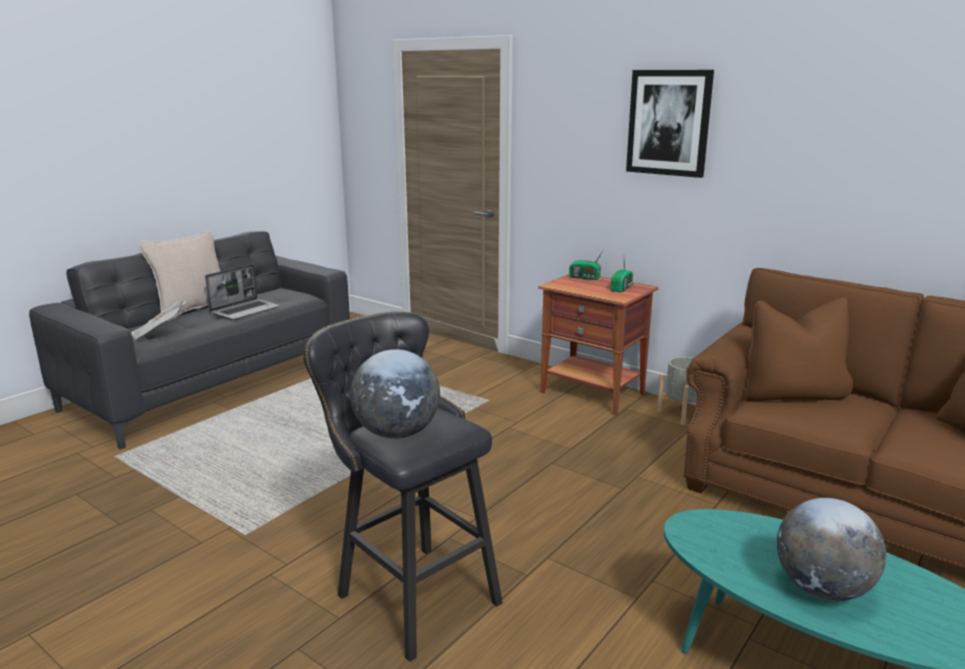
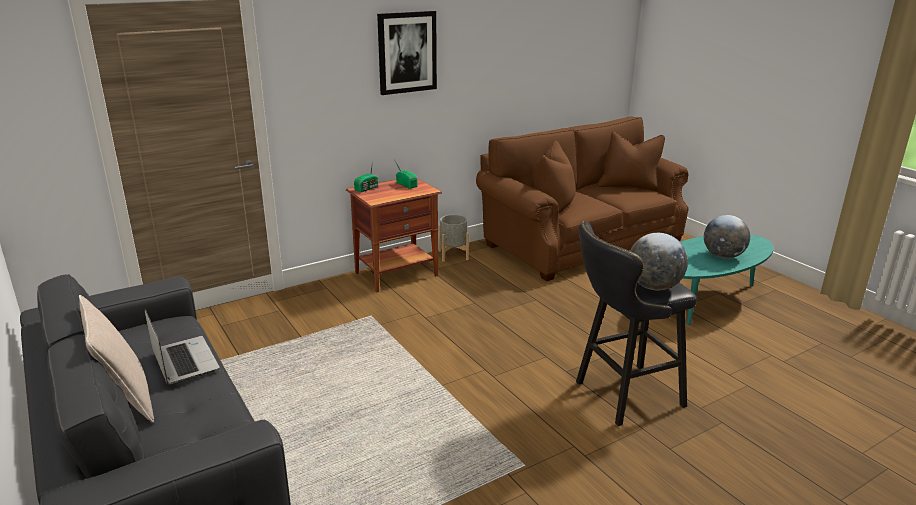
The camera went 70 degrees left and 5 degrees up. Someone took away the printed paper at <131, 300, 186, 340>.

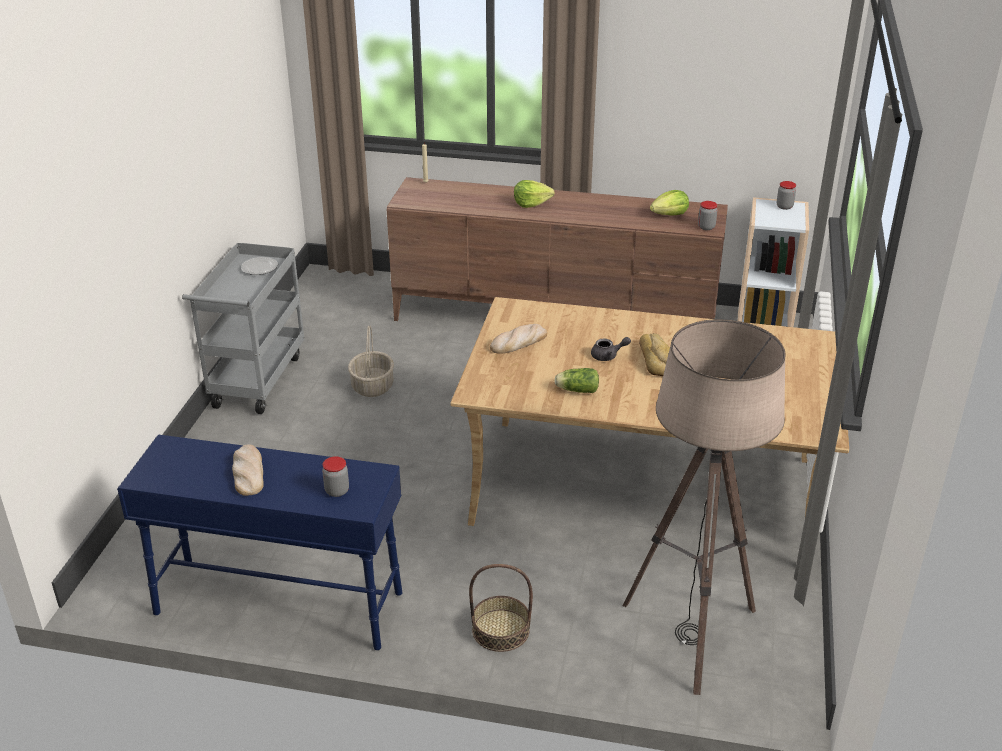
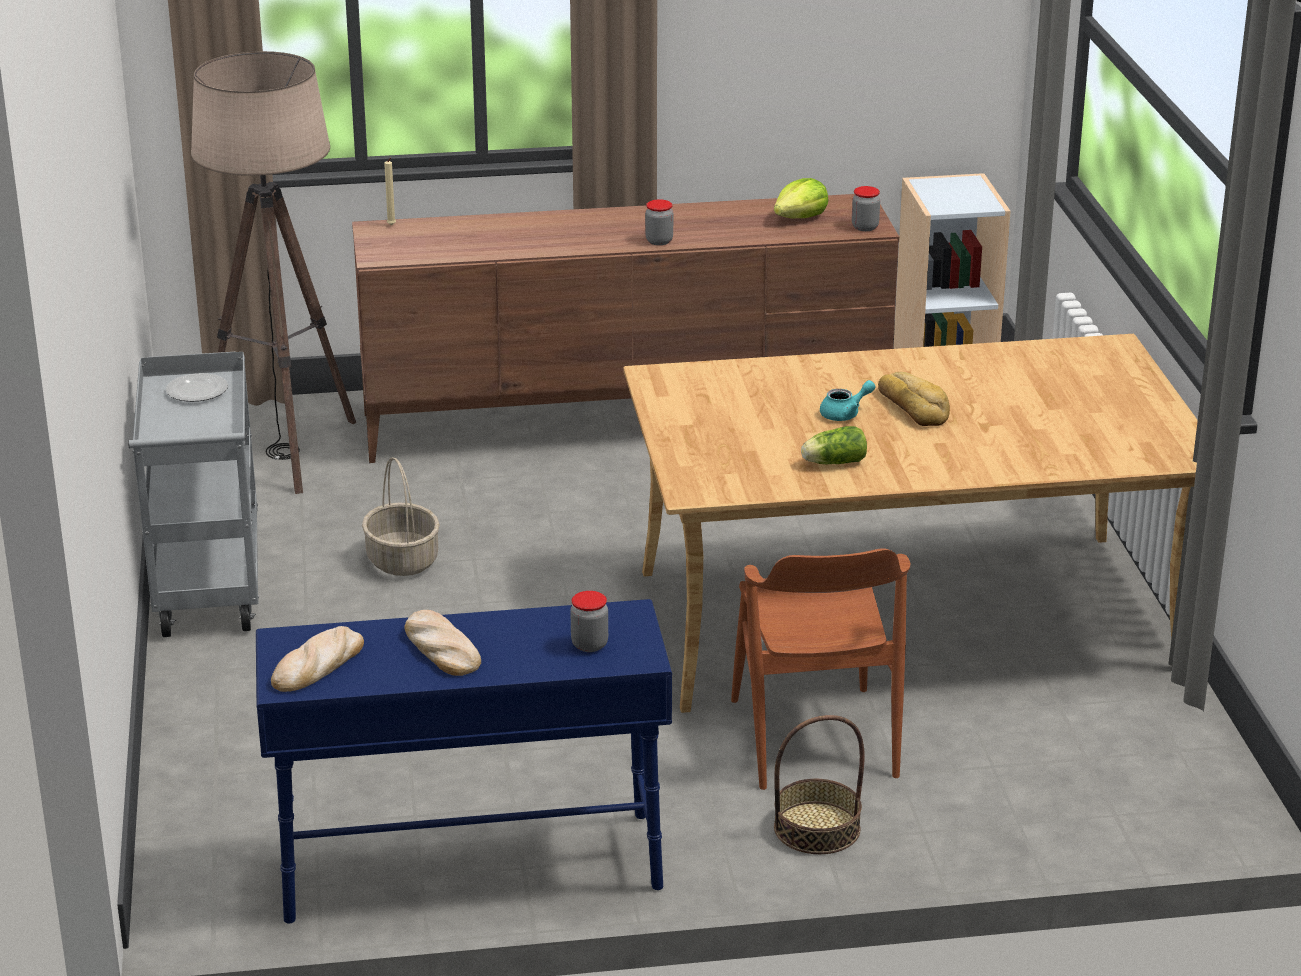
The camera went 20 degrees left and 5 degrees down. Someone carried the standard lamp from <623, 319, 785, 695> to <191, 51, 356, 494>. Someone carried the baked bread from <490, 324, 547, 354> to <271, 626, 364, 692>. Someone carried the preserve jar from <777, 181, 796, 210> to <645, 199, 673, 245>. Someone put down the plain chair (brownish) at <731, 548, 910, 790>. Someone repainted the tea pot (gray) at <591, 337, 631, 361>, which became the tea pot (turquoise-coloured) at <820, 380, 875, 421>. Someone took away the lettuce at <514, 180, 555, 208>.

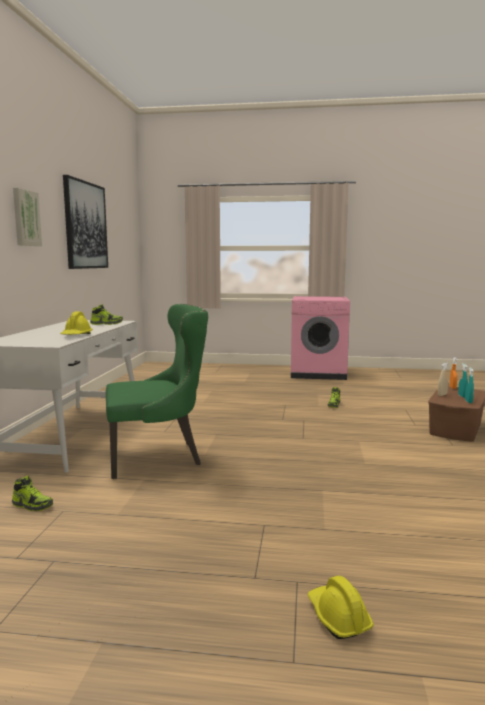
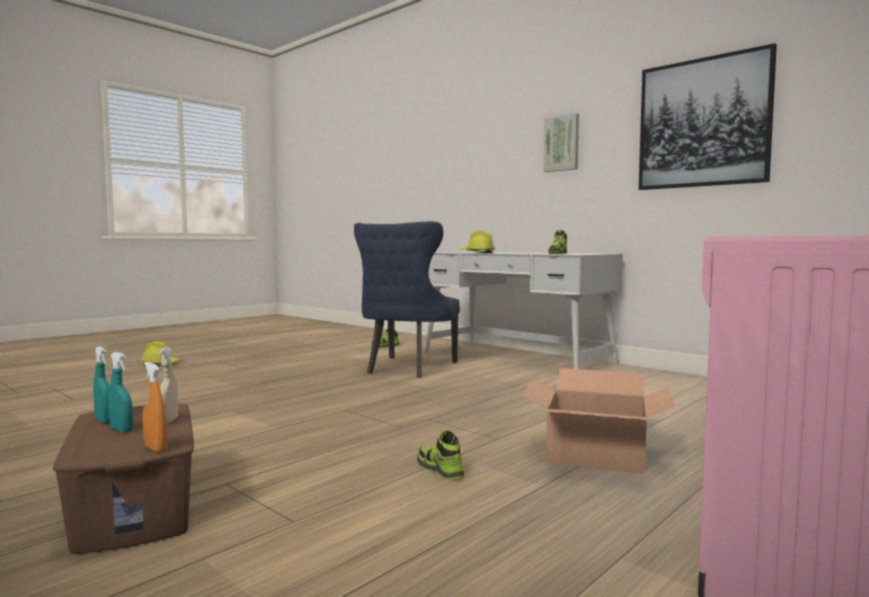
The camera went 125 degrees right and 5 degrees down. Someone repainted the plain chair (green) at <106, 304, 208, 479>, which became the plain chair (blue) at <354, 221, 460, 378>. Someone put down the carton at <522, 368, 675, 474>.

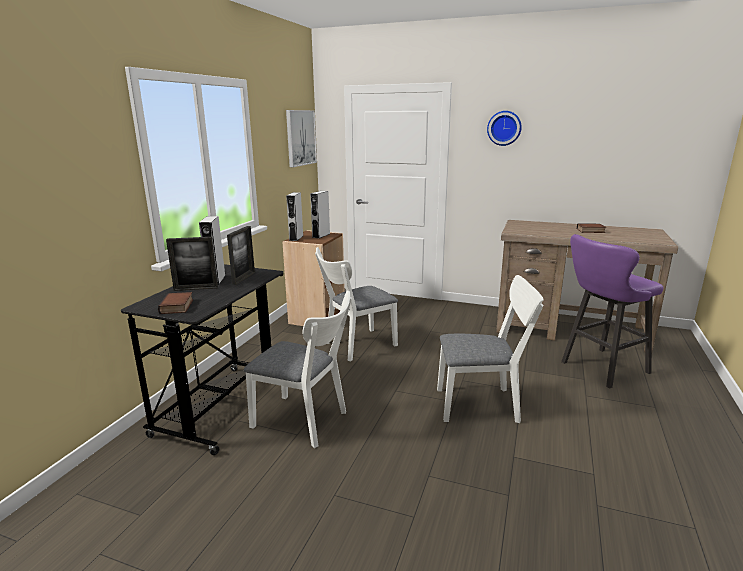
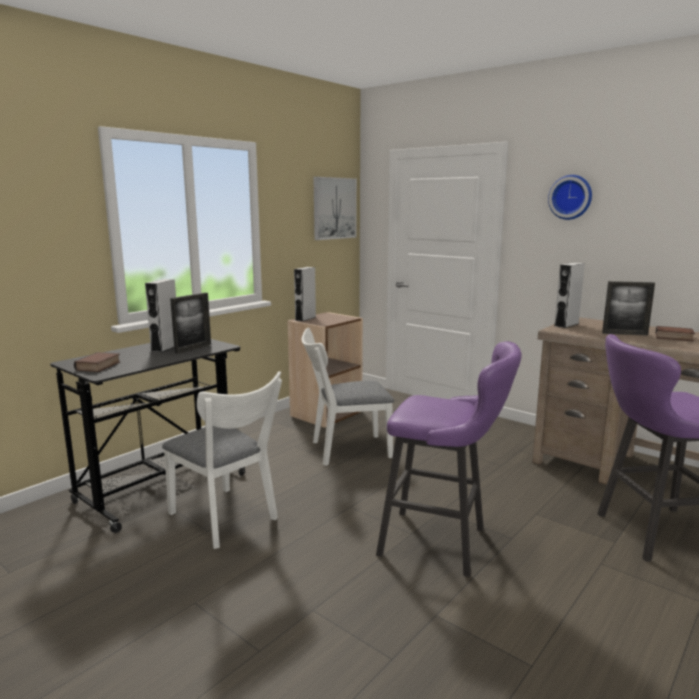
The camera went 20 degrees right and 5 degrees down. Someone swapped the plain chair (white) at <437, 275, 544, 423> for the stool seat (purple) at <376, 341, 522, 577>. Someone carried the audio speaker (gray) from <310, 191, 330, 238> to <554, 263, 585, 328>. Someone carried the photo frame from <166, 237, 218, 291> to <602, 281, 655, 336>.

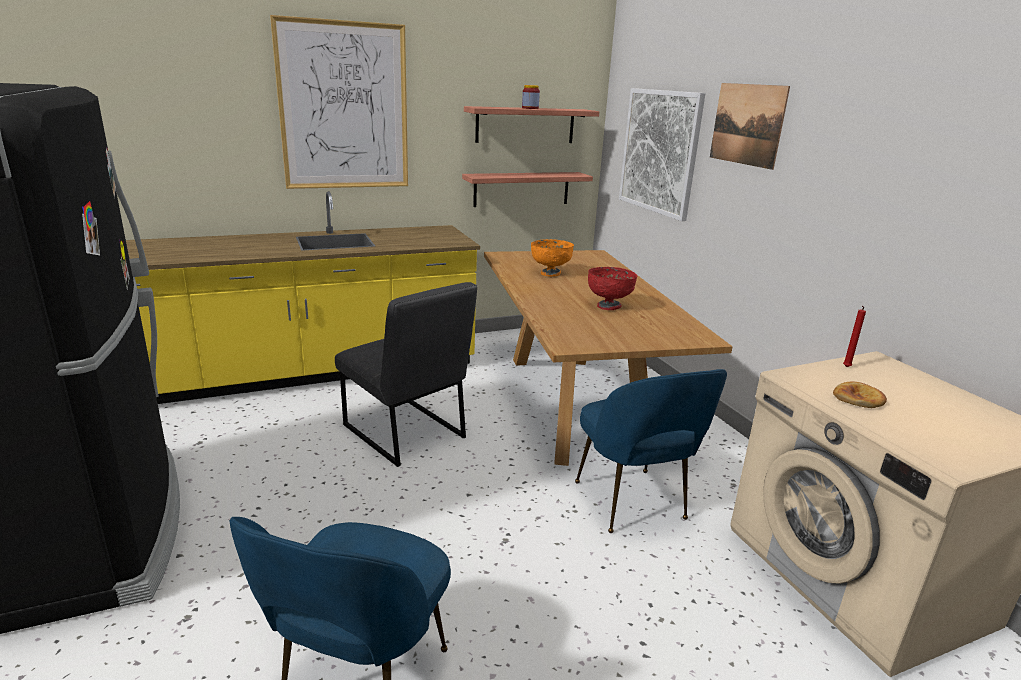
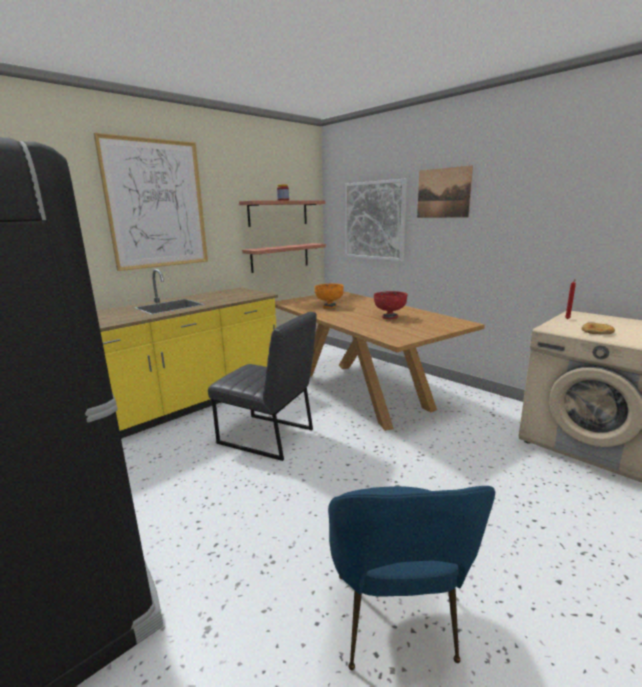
The camera went 20 degrees left and 5 degrees down. Someone took away the plain chair (blue) at <575, 369, 727, 533>.

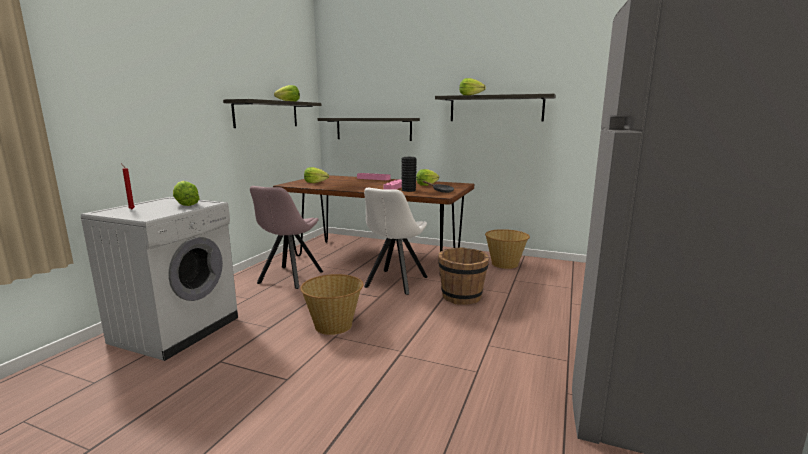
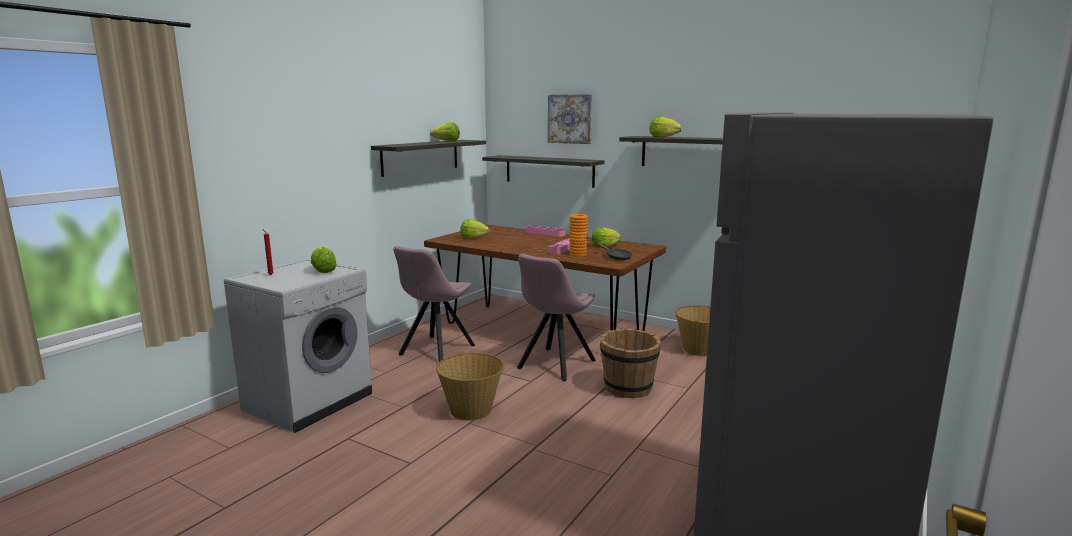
The camera went 10 degrees right and 0 degrees up. Someone repainted the plain chair (white) at <364, 188, 427, 295>, which became the plain chair (pink-coloured) at <517, 254, 596, 381>. Someone put up the picture at <548, 94, 592, 144>. Someone repainted the flower vase (black) at <401, 157, 417, 192>, which became the flower vase (orange-coloured) at <569, 214, 588, 257>.

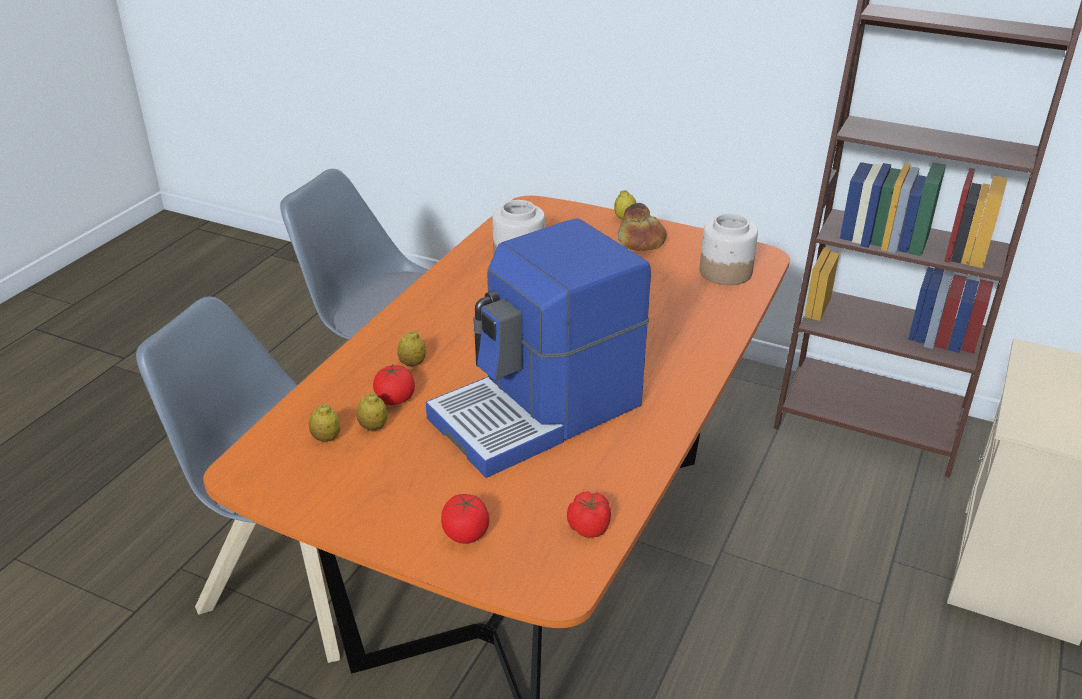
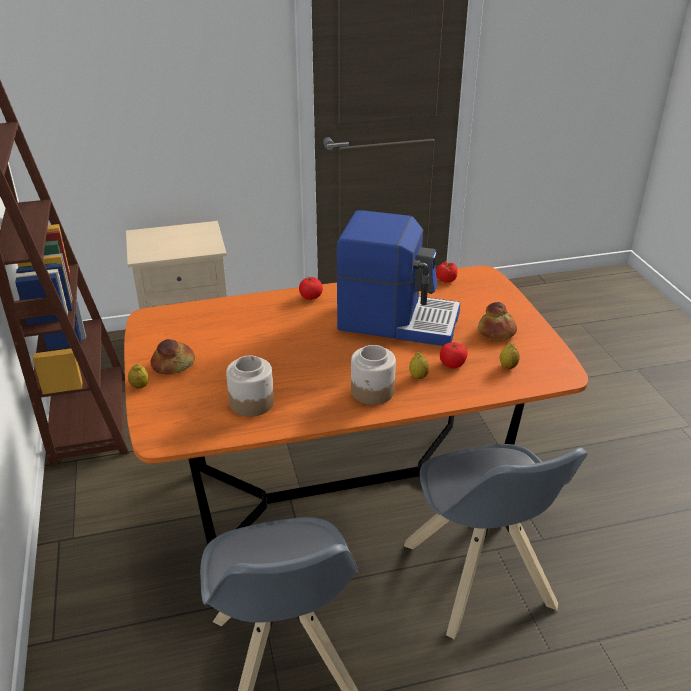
The camera went 130 degrees left and 0 degrees up. Someone carried the tomato from <441, 494, 489, 544> to <299, 276, 323, 300>. Someone carried the preserve jar from <700, 213, 758, 285> to <351, 345, 396, 405>. Someone put down the baked bread at <478, 302, 517, 340>. Someone took away the citrus fruit at <356, 393, 388, 430>.

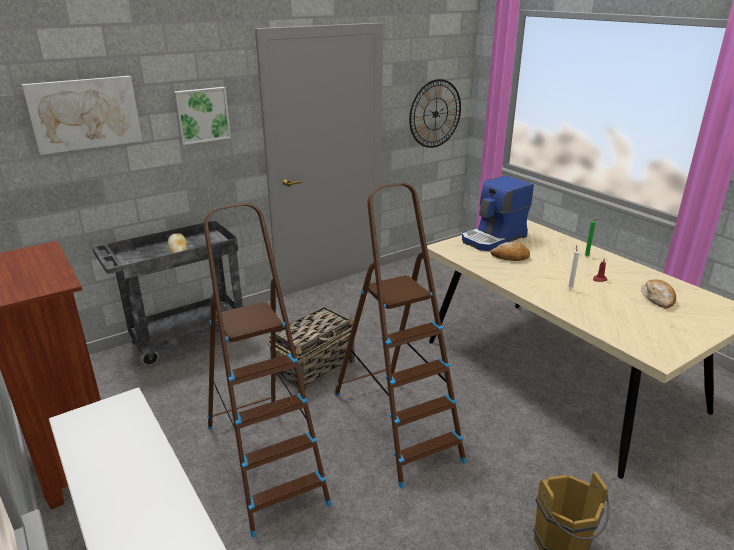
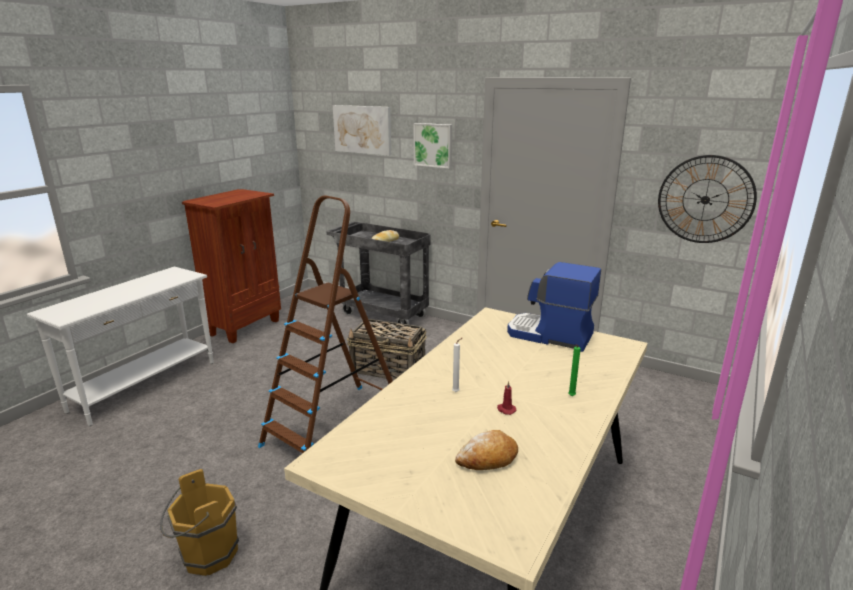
The camera went 65 degrees right and 5 degrees down. Someone took away the step ladder (brownish) at <204, 203, 332, 538>. Someone took away the baked bread at <490, 242, 530, 261>.

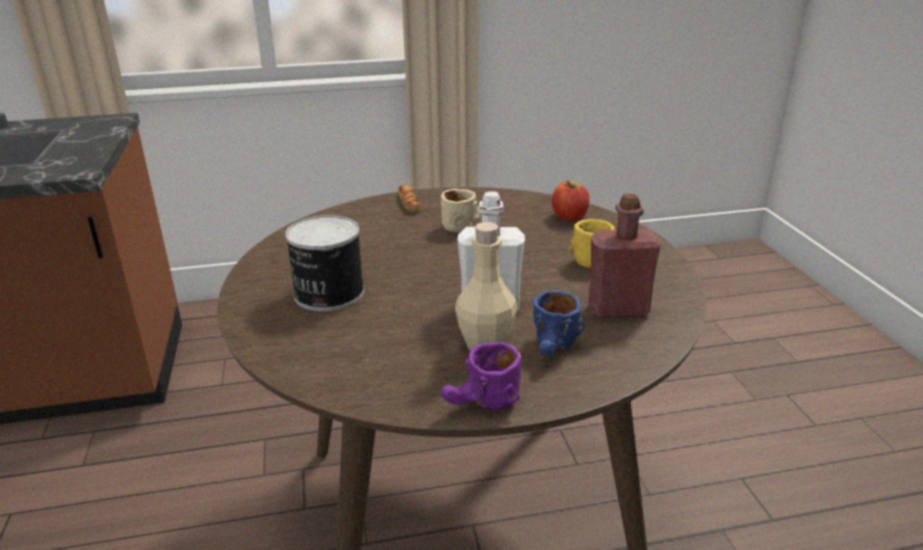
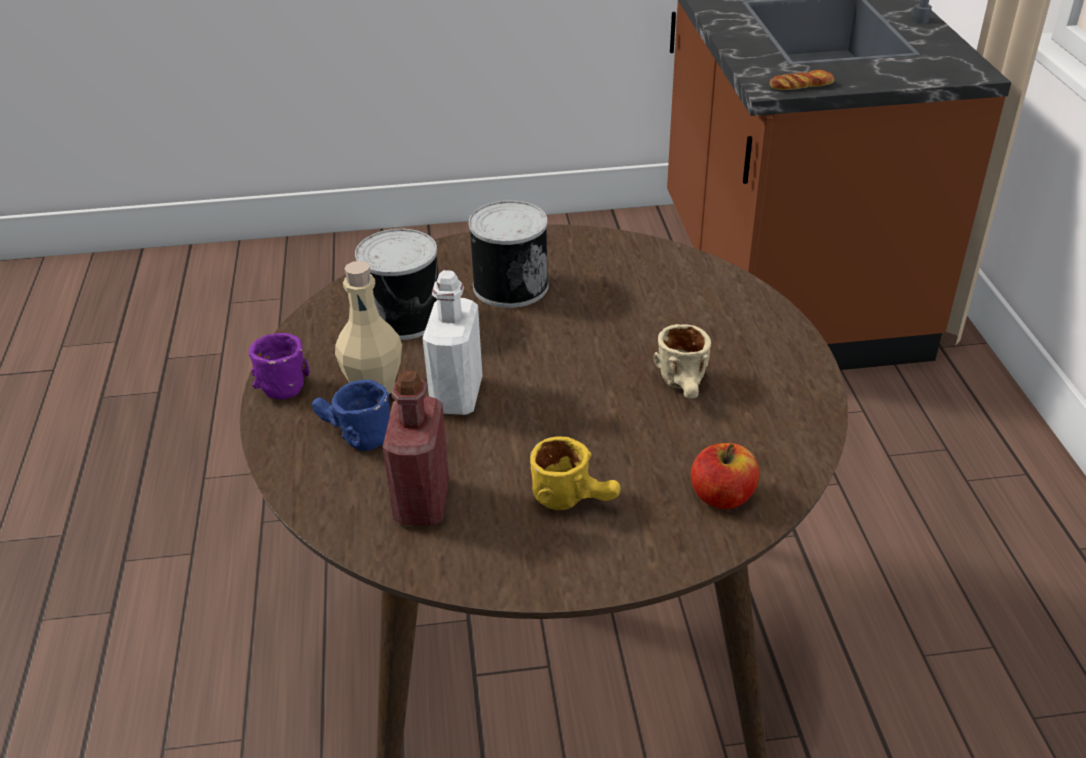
The camera went 95 degrees right and 10 degrees up. Someone put down the metal can at <355, 229, 438, 340>. Someone carried the baked bread from <398, 184, 421, 212> to <770, 70, 834, 90>.

